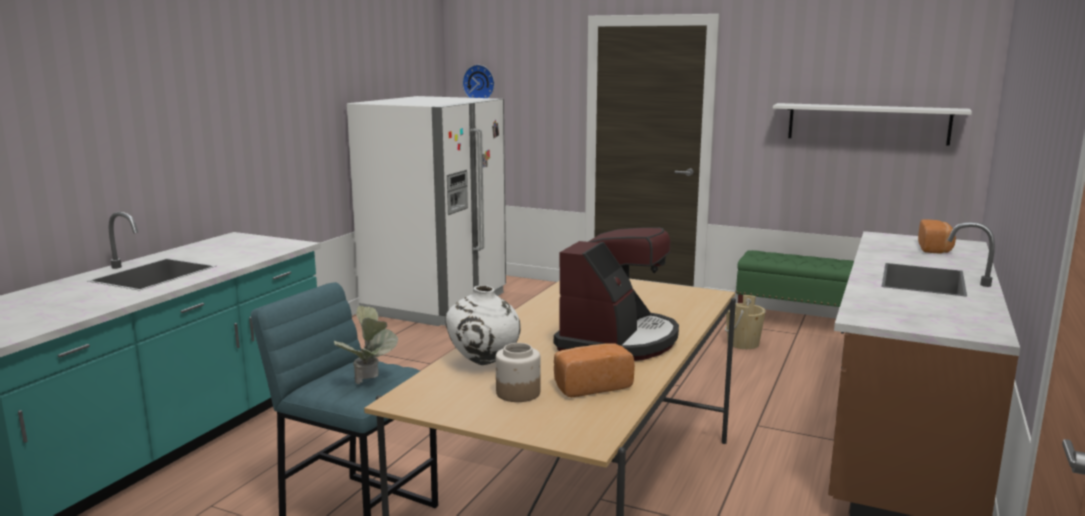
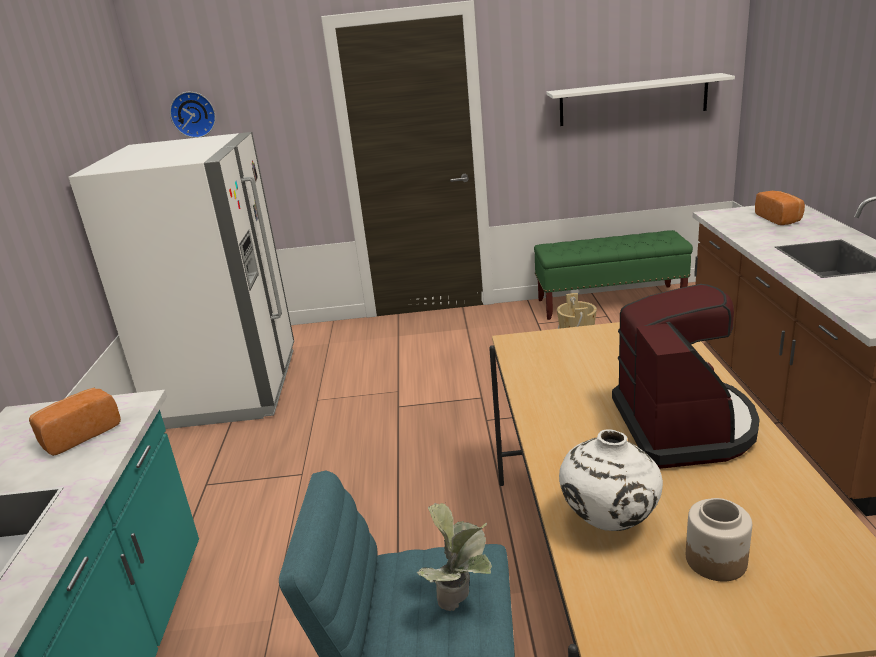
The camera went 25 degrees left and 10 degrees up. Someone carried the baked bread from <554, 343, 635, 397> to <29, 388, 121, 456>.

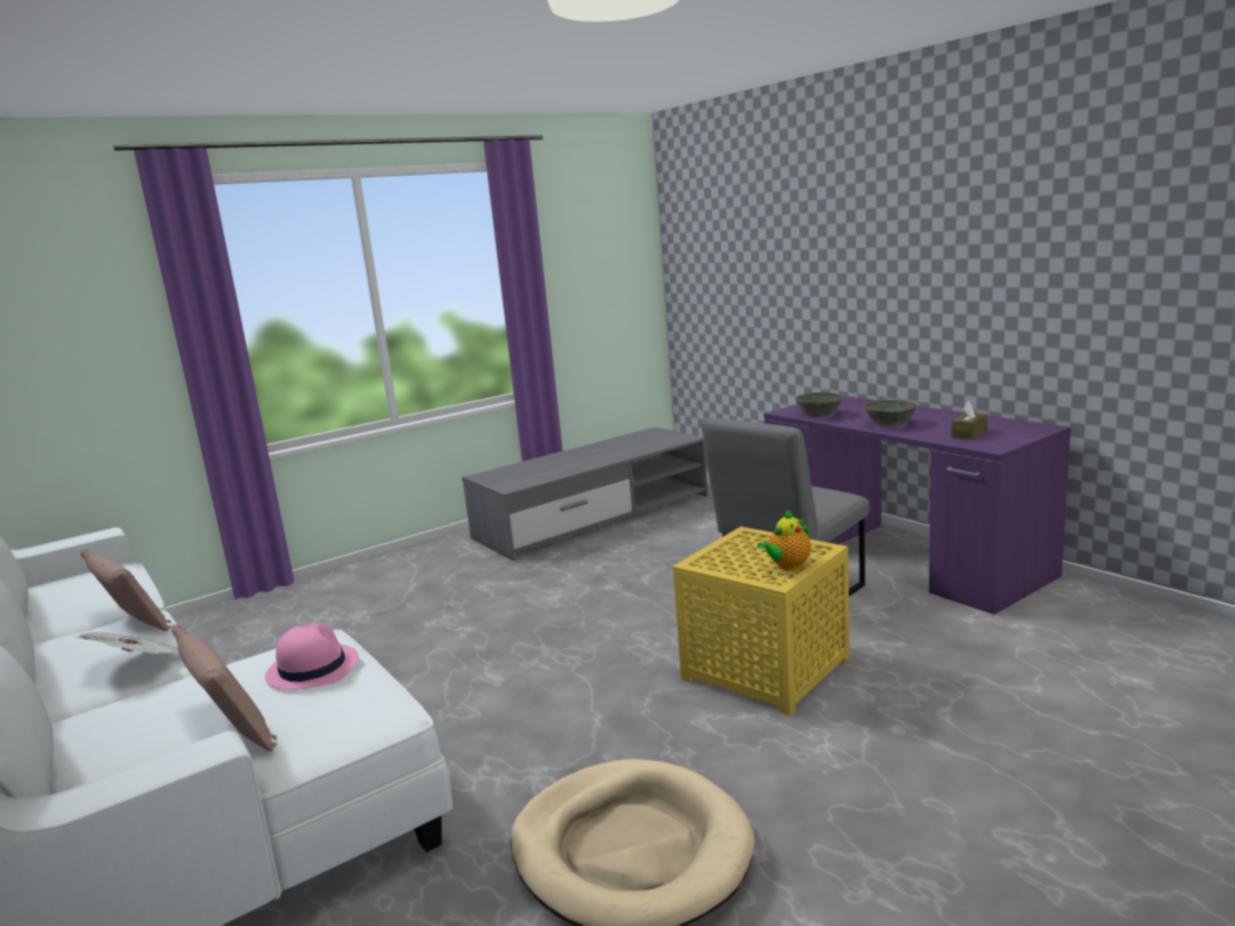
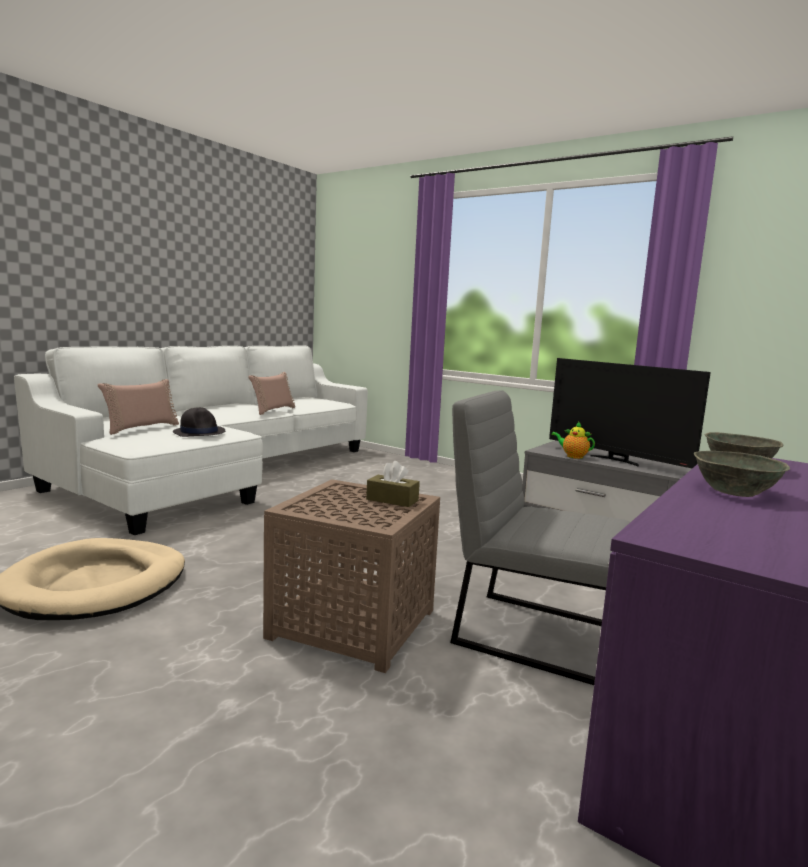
The camera went 70 degrees right and 5 degrees down. Someone repainted the hat (pink-coloured) at <265, 624, 359, 690>, which became the hat (black) at <173, 407, 225, 437>. Someone repainted the accent table (yellow) at <673, 527, 850, 716>, which became the accent table (brownish) at <263, 479, 440, 673>. Someone carried the tissue box (brownish) from <951, 400, 987, 440> to <366, 461, 420, 507>. Someone put down the television at <549, 358, 711, 468>. Someone carried the tea pot from <757, 510, 811, 570> to <551, 422, 595, 459>. Someone took away the printed paper at <74, 632, 178, 654>.

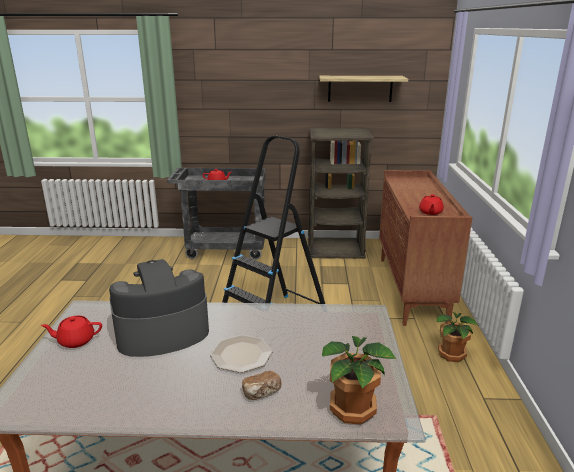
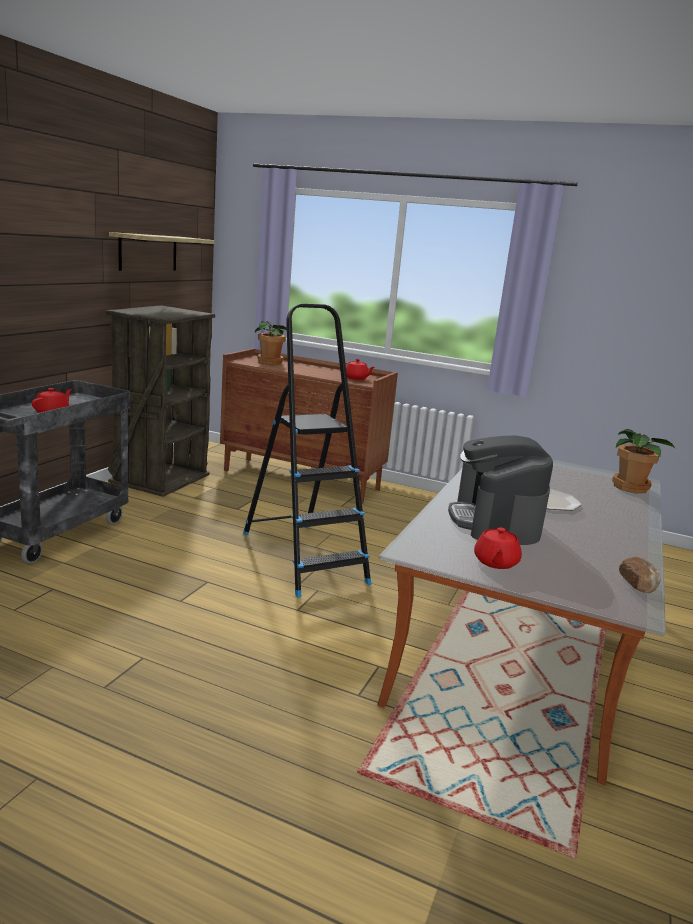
The camera went 70 degrees left and 5 degrees down. Someone carried the plant in a pot from <436, 312, 479, 362> to <255, 321, 287, 365>. Someone carried the baked bread from <242, 371, 281, 400> to <619, 557, 661, 593>.

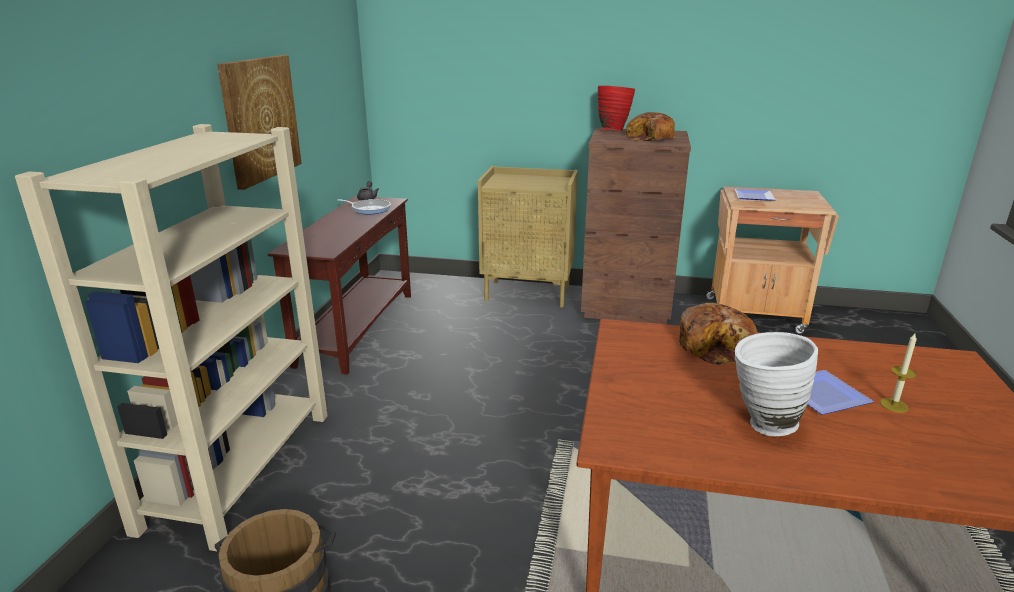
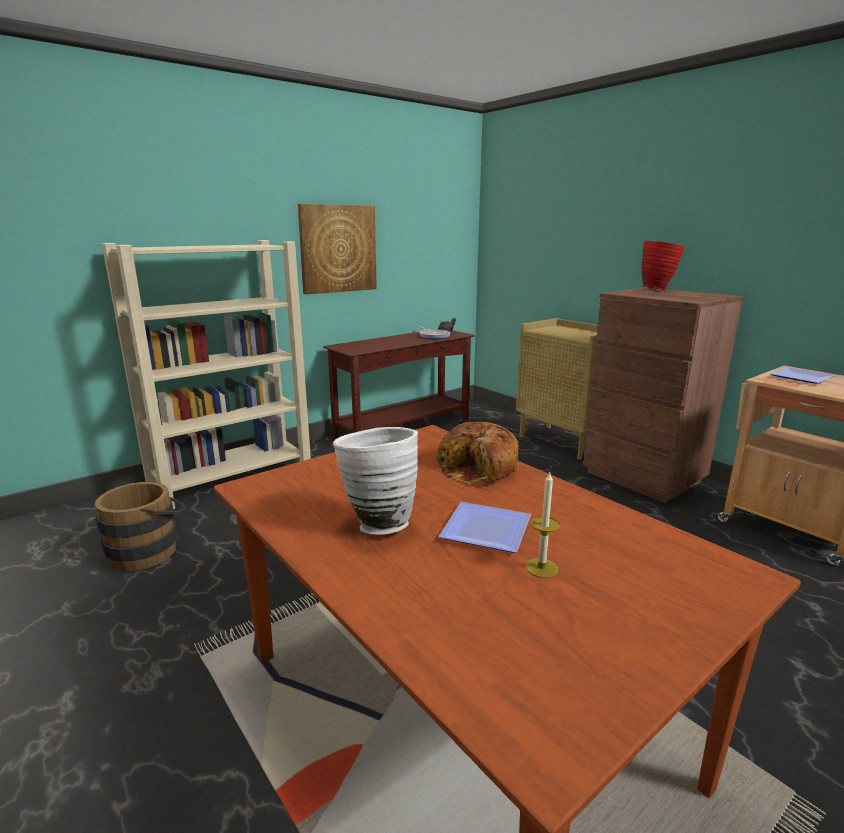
The camera went 40 degrees right and 5 degrees down. Someone took away the baked bread at <626, 112, 675, 141>.

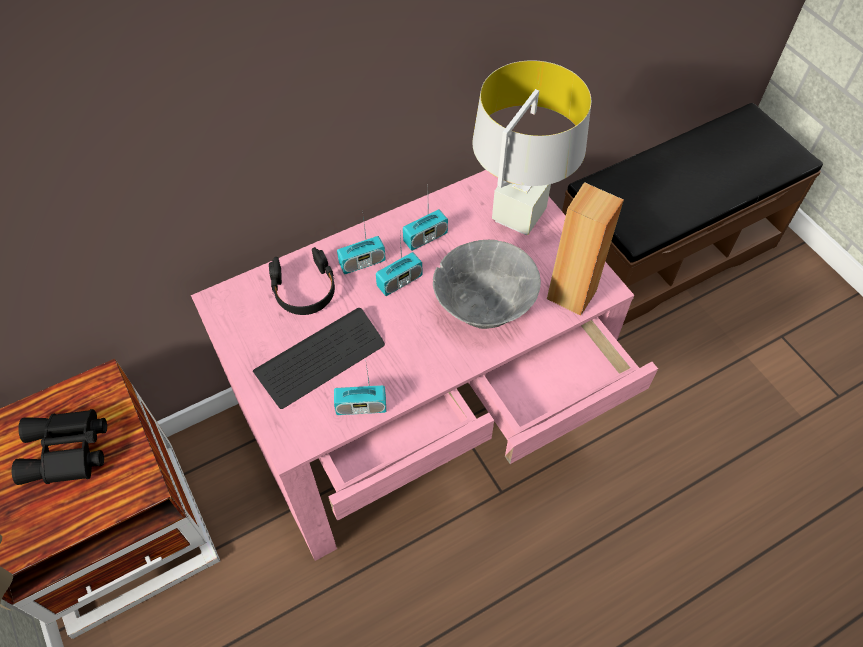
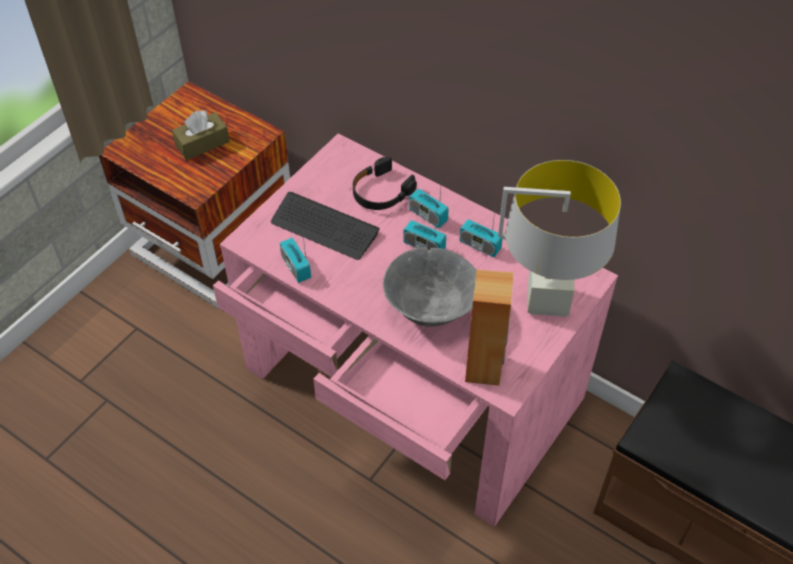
The camera went 65 degrees right and 5 degrees down. Someone swapped the pair of binoculars (black) at <12, 409, 107, 485> for the tissue box (brownish) at <172, 111, 230, 160>.

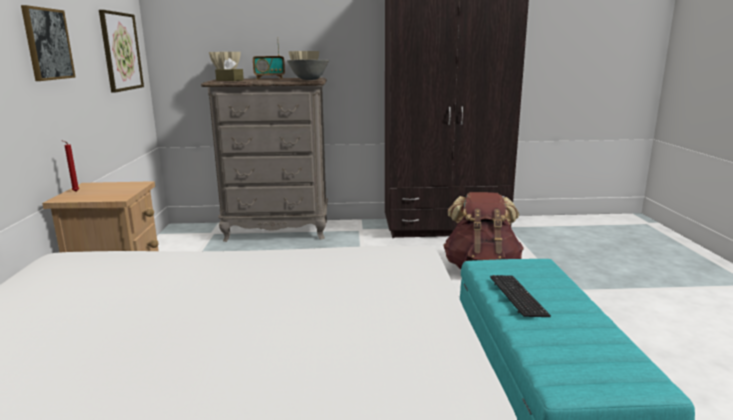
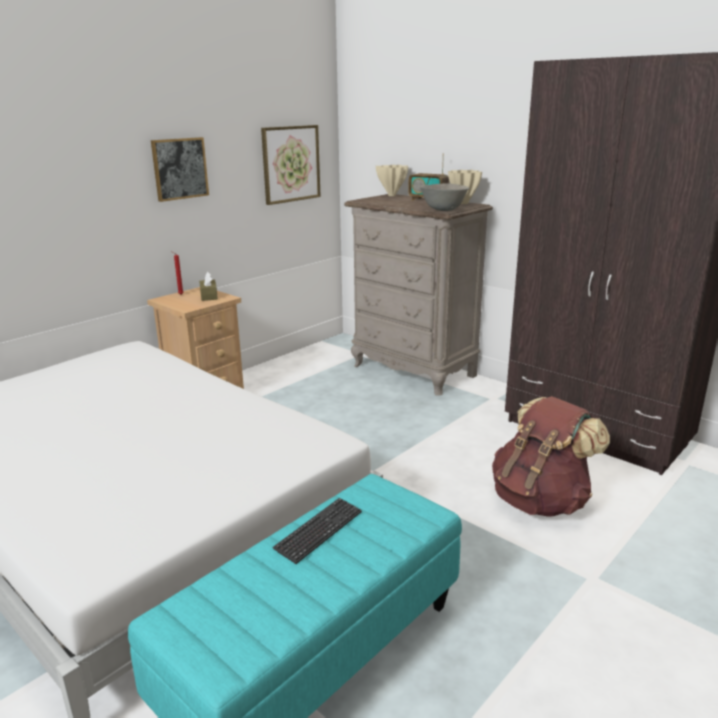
The camera went 45 degrees right and 5 degrees up. Someone carried the tissue box (brownish) from <215, 58, 244, 81> to <199, 272, 218, 301>.

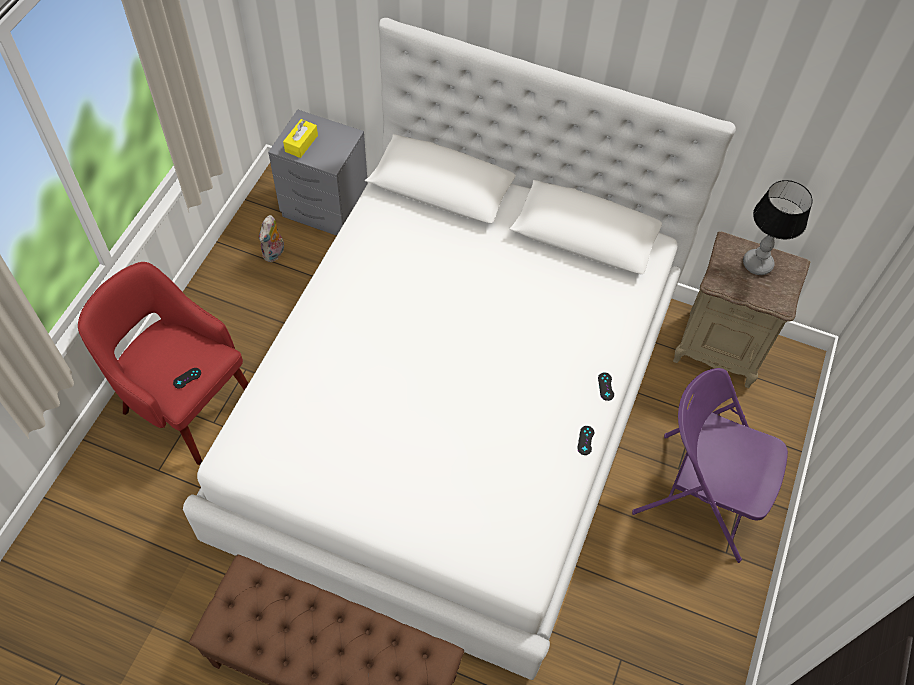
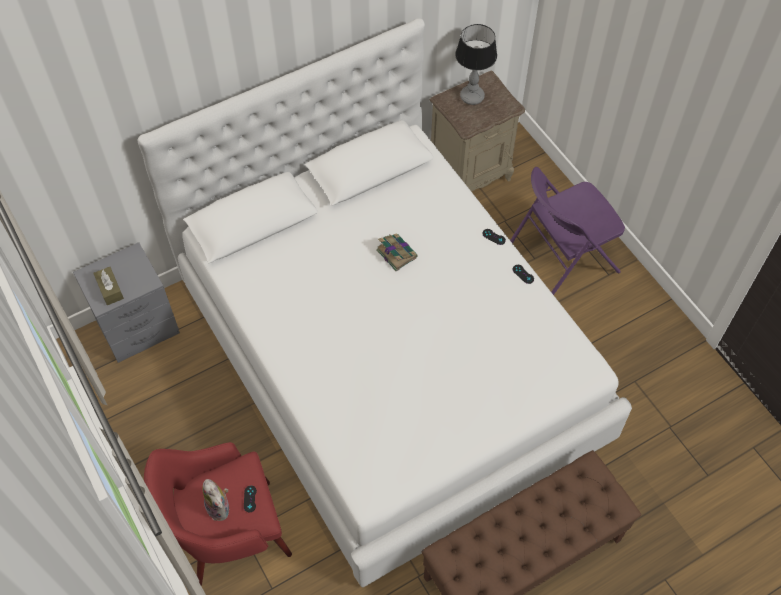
The camera went 50 degrees left and 0 degrees up. Someone repainted the tissue box (yellow) at <283, 119, 318, 158>, which became the tissue box (brownish) at <93, 267, 124, 305>. Someone carried the cuddly toy from <259, 215, 284, 262> to <202, 479, 229, 521>. Someone put down the book at <376, 233, 418, 271>.

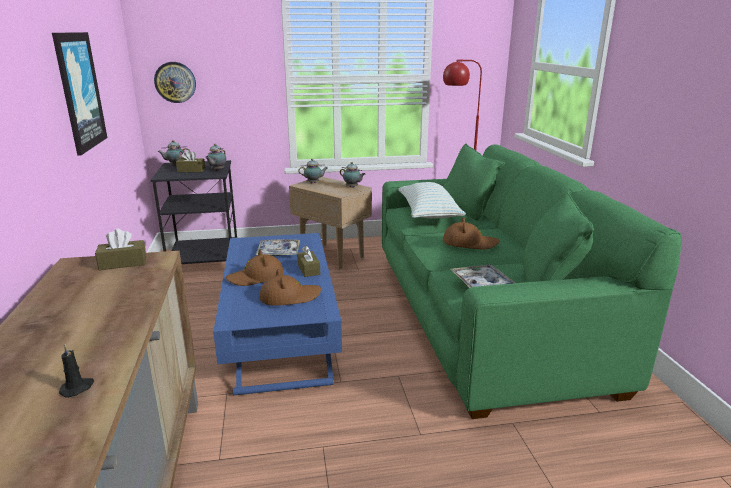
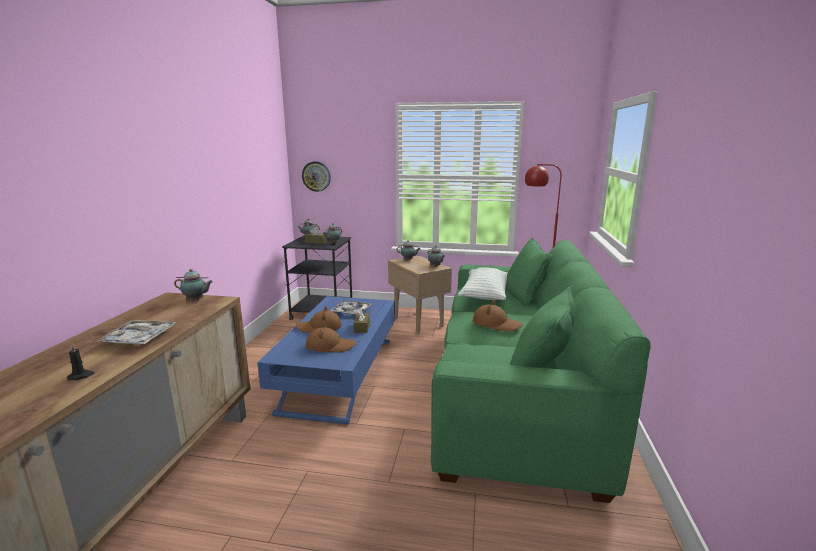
The camera went 20 degrees right and 5 degrees down. Someone carried the carrying tray from <450, 265, 515, 288> to <95, 320, 176, 344>. Someone swapped the tissue box (brownish) at <95, 229, 146, 270> for the tea pot at <174, 269, 213, 301>. Someone took away the picture at <52, 32, 107, 156>.

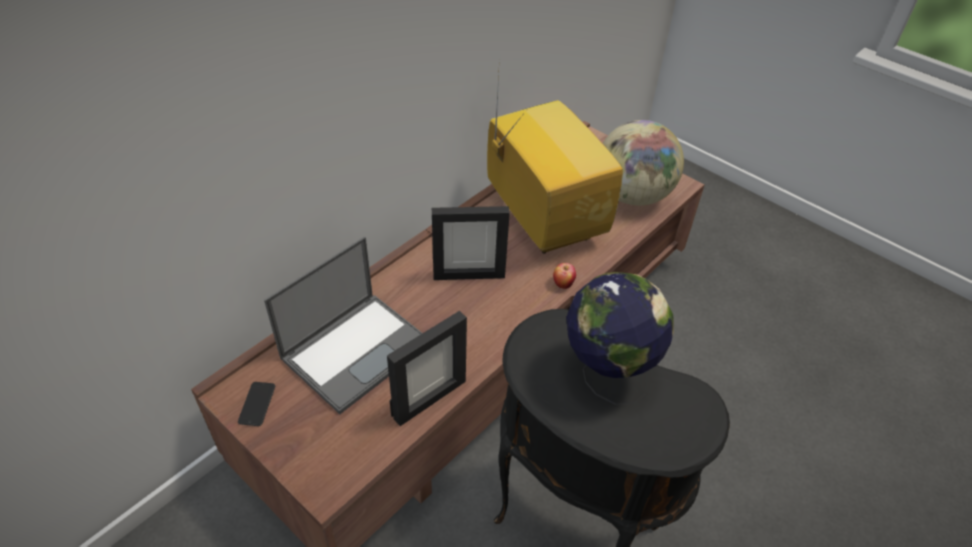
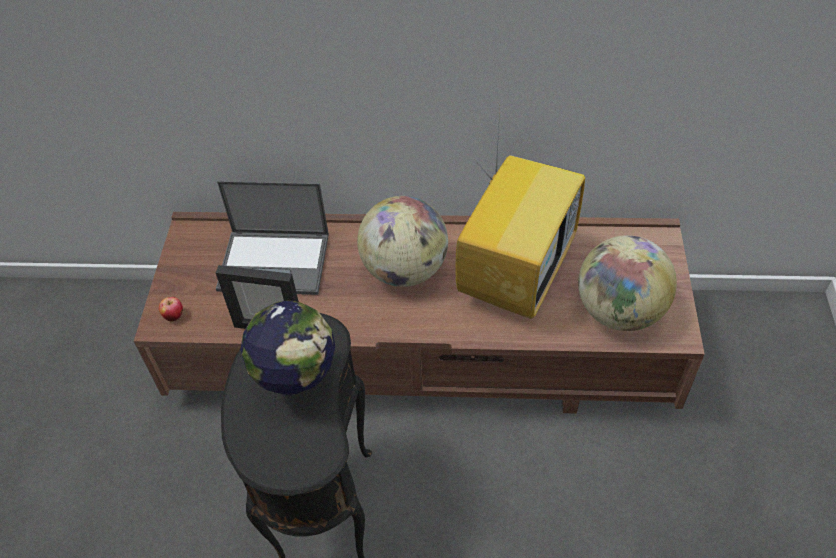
The camera went 55 degrees right and 5 degrees up. Someone carried the apple fruit from <553, 263, 576, 289> to <159, 297, 183, 322>. Someone swapped the photo frame at <432, 206, 510, 280> for the world globe at <357, 196, 448, 287>. Someone took away the handset at <238, 382, 275, 426>.

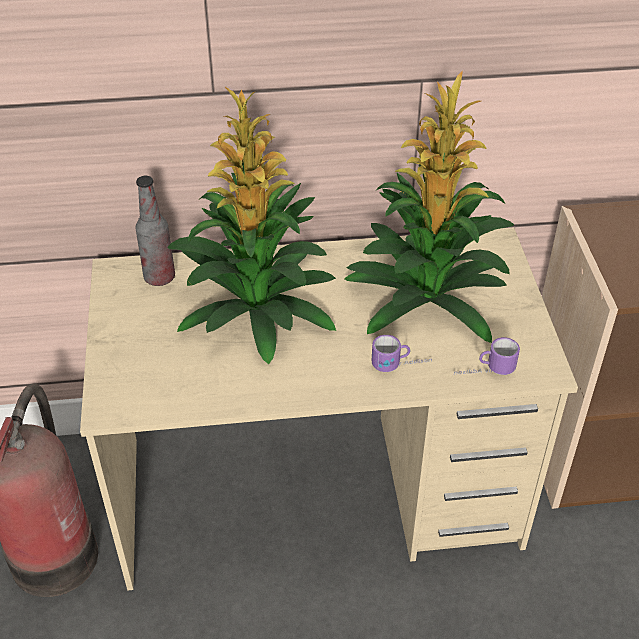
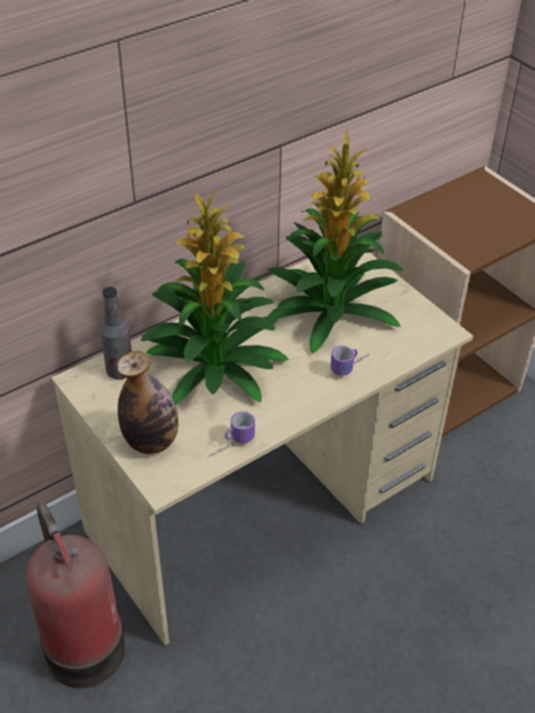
The camera went 30 degrees left and 0 degrees up. Someone put down the drink bottle at <117, 351, 178, 454>. Someone carried the coffee mug from <454, 337, 520, 375> to <210, 411, 255, 457>.

